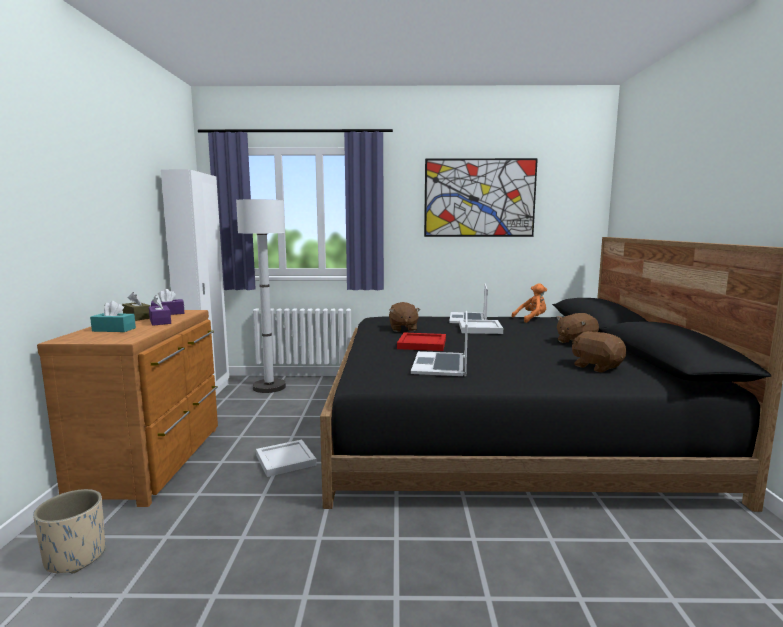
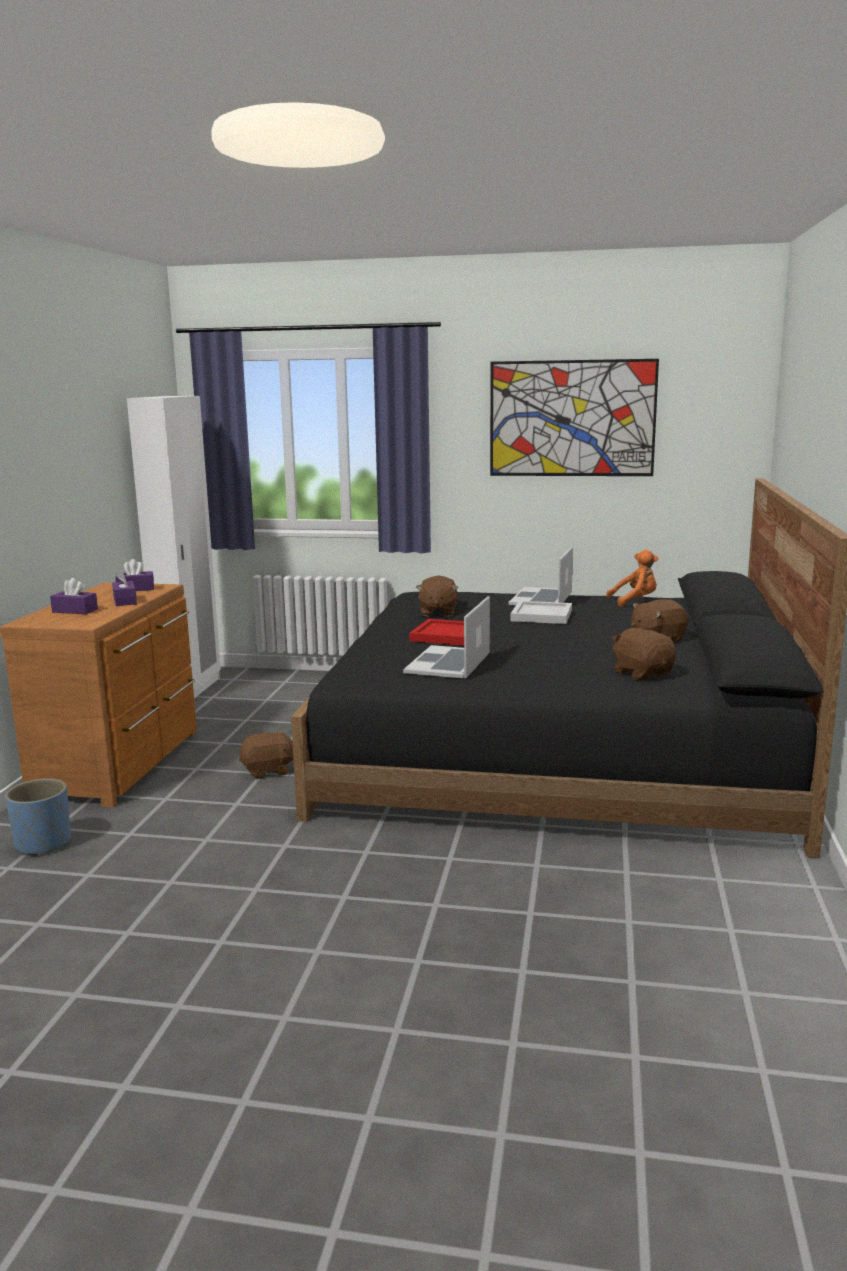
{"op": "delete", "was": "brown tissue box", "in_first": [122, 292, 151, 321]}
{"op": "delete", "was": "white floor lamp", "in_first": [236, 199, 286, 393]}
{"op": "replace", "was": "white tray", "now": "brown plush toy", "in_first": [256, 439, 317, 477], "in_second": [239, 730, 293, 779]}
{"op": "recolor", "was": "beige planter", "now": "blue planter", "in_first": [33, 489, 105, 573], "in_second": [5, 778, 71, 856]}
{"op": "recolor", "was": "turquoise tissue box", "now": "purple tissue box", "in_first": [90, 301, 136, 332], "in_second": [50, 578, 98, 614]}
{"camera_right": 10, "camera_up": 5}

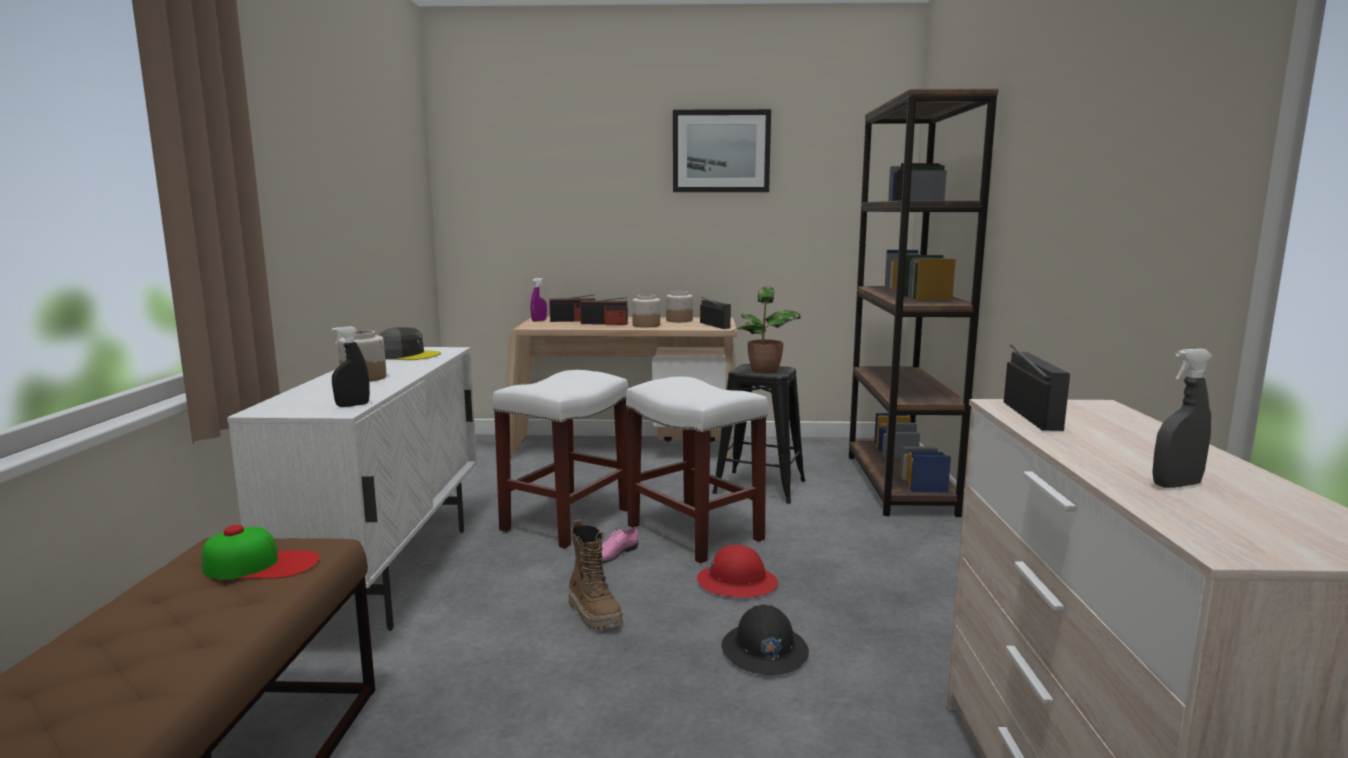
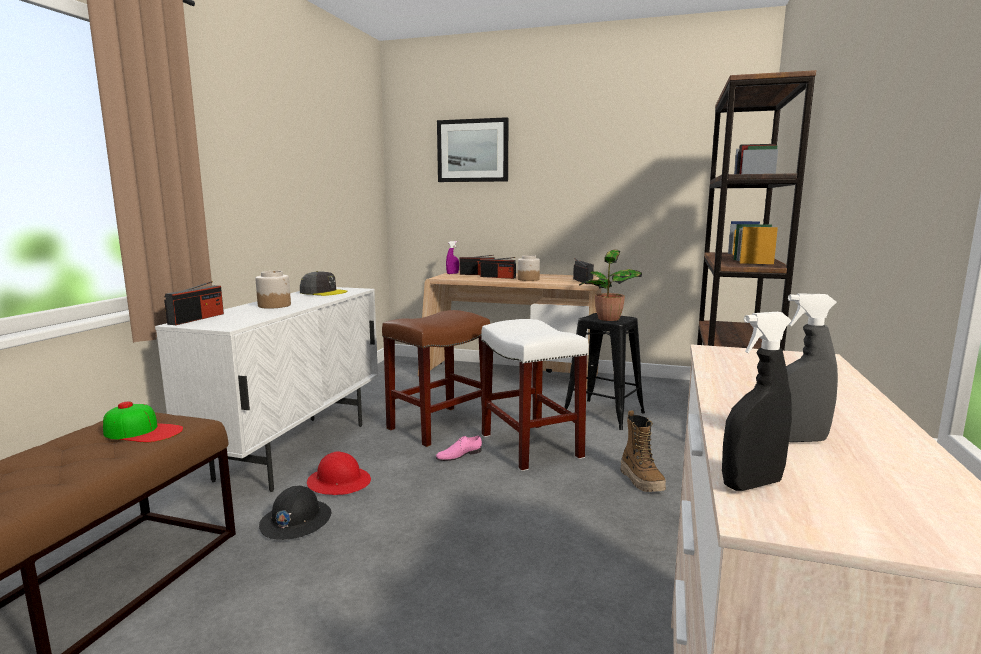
{"op": "delete", "was": "jar", "in_first": [666, 291, 693, 322]}
{"op": "move", "was": "black spray bottle", "in_first": [332, 326, 370, 407], "in_second": [722, 312, 792, 491]}
{"op": "move", "was": "boot", "in_first": [568, 519, 623, 630], "in_second": [621, 411, 666, 492]}
{"op": "move", "was": "picture", "in_first": [673, 109, 771, 192], "in_second": [437, 117, 509, 182]}
{"op": "move", "was": "red hard hat", "in_first": [697, 545, 778, 598], "in_second": [307, 451, 371, 495]}
{"op": "move", "was": "black hard hat", "in_first": [721, 604, 809, 675], "in_second": [259, 486, 332, 540]}
{"op": "move", "was": "radio", "in_first": [1004, 344, 1070, 431], "in_second": [164, 281, 224, 325]}
{"op": "recolor", "was": "white stool", "now": "brown stool", "in_first": [492, 370, 628, 549], "in_second": [382, 310, 490, 447]}
{"camera_right": 15, "camera_up": 0}

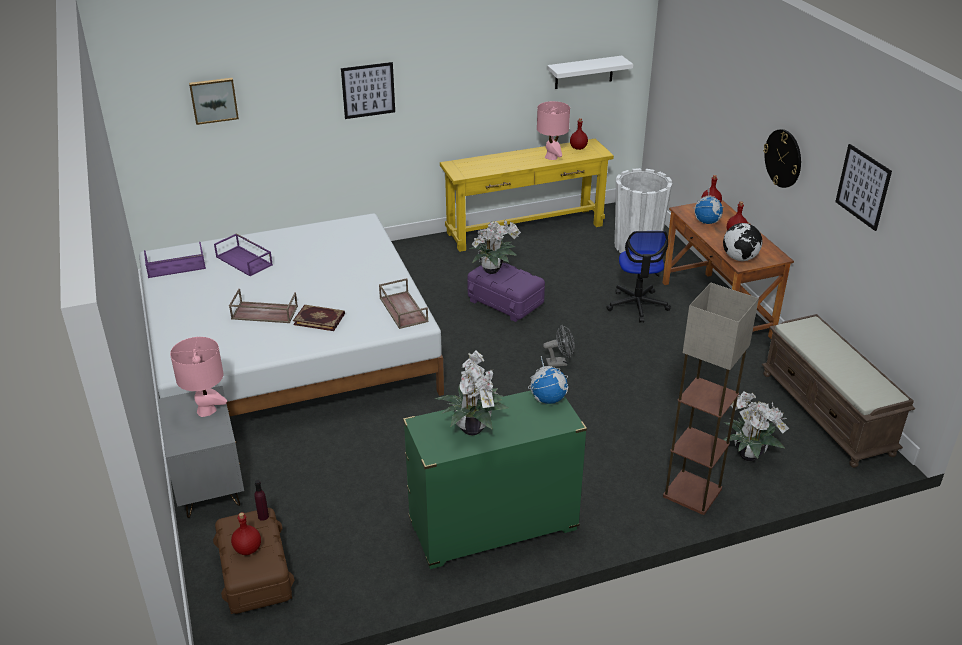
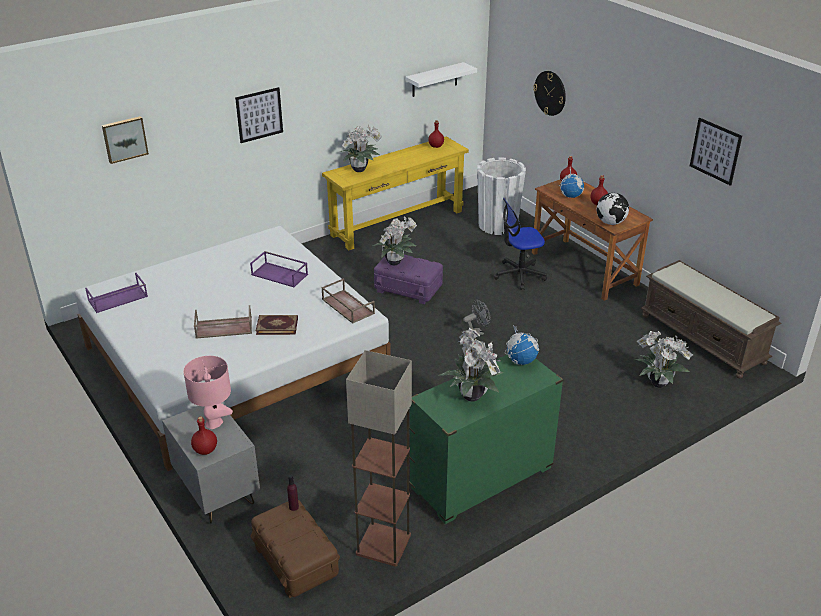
{"op": "delete", "was": "pink table lamp", "in_first": [537, 101, 570, 160]}
{"op": "insert", "now": "potted plant", "in_second": [340, 125, 382, 172]}
{"op": "move", "was": "purple tray", "in_first": [214, 233, 273, 276], "in_second": [250, 251, 308, 287]}
{"op": "move", "was": "red bottle", "in_first": [231, 512, 261, 555], "in_second": [191, 416, 217, 455]}
{"op": "move", "was": "floor lamp", "in_first": [663, 283, 759, 515], "in_second": [346, 350, 412, 567]}
{"op": "move", "was": "wall clock", "in_first": [763, 129, 801, 188], "in_second": [533, 71, 566, 116]}
{"op": "rotate", "was": "office chair", "in_first": [606, 231, 671, 322], "in_second": [494, 198, 547, 290], "clockwise": 90}
{"camera_right": -15, "camera_up": 0}

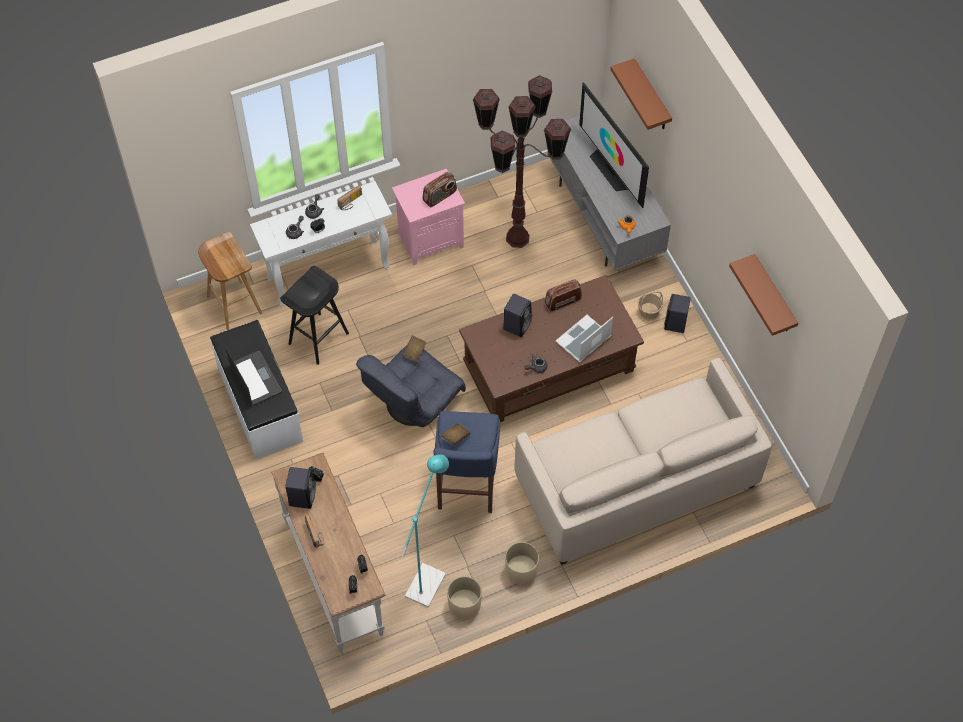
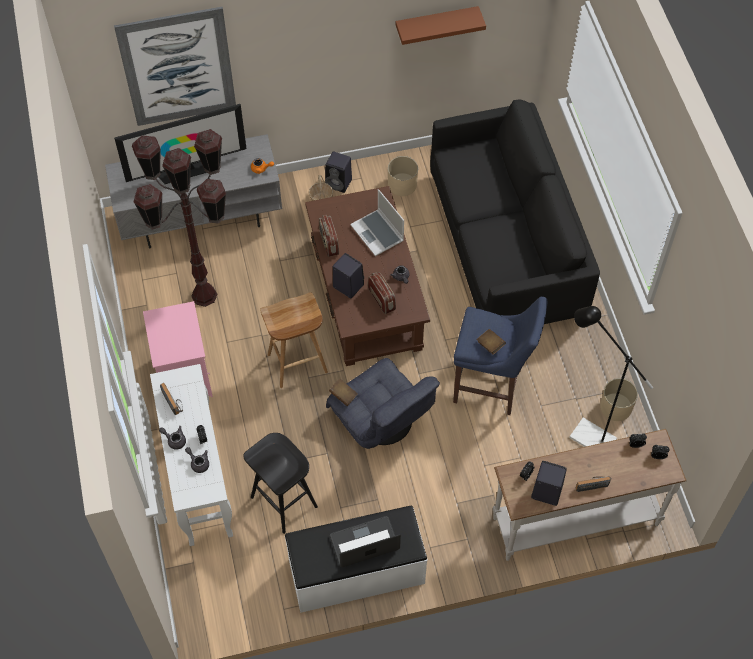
{"op": "move", "was": "brown stool", "in_first": [198, 232, 262, 330], "in_second": [260, 292, 328, 388]}
{"op": "move", "was": "radio", "in_first": [423, 172, 457, 207], "in_second": [368, 272, 396, 314]}
{"op": "move", "was": "beige planter", "in_first": [505, 542, 539, 584], "in_second": [388, 156, 418, 196]}
{"op": "replace", "was": "brown shelf", "now": "picture", "in_first": [611, 58, 672, 130], "in_second": [114, 7, 236, 126]}
{"op": "recolor", "was": "turquoise floor lamp", "now": "black floor lamp", "in_first": [401, 454, 449, 607], "in_second": [569, 306, 653, 447]}
{"op": "recolor", "was": "beige sofa", "now": "black sofa", "in_first": [514, 358, 772, 565], "in_second": [430, 99, 600, 324]}
{"camera_right": -80, "camera_up": 0}

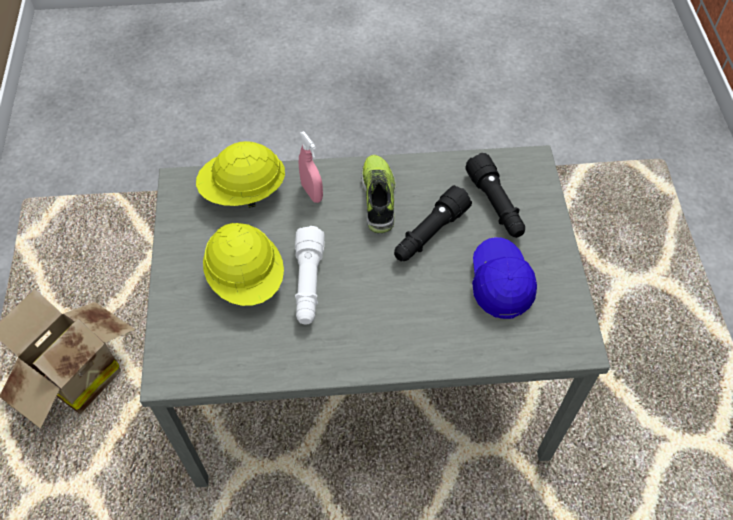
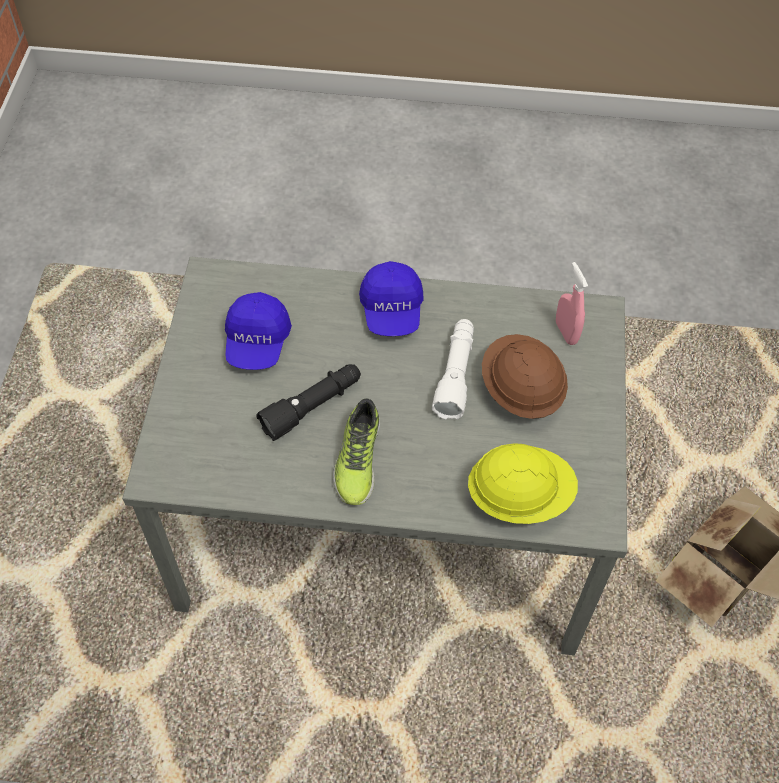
{"op": "delete", "was": "black flashlight", "in_first": [465, 153, 525, 238]}
{"op": "insert", "now": "blue cap", "in_second": [359, 261, 424, 336]}
{"op": "move", "was": "pink spray bottle", "in_first": [299, 131, 323, 203], "in_second": [556, 262, 588, 345]}
{"op": "recolor", "was": "yellow hard hat", "now": "brown hard hat", "in_first": [203, 223, 284, 306], "in_second": [482, 334, 568, 419]}
{"camera_right": -170, "camera_up": 0}

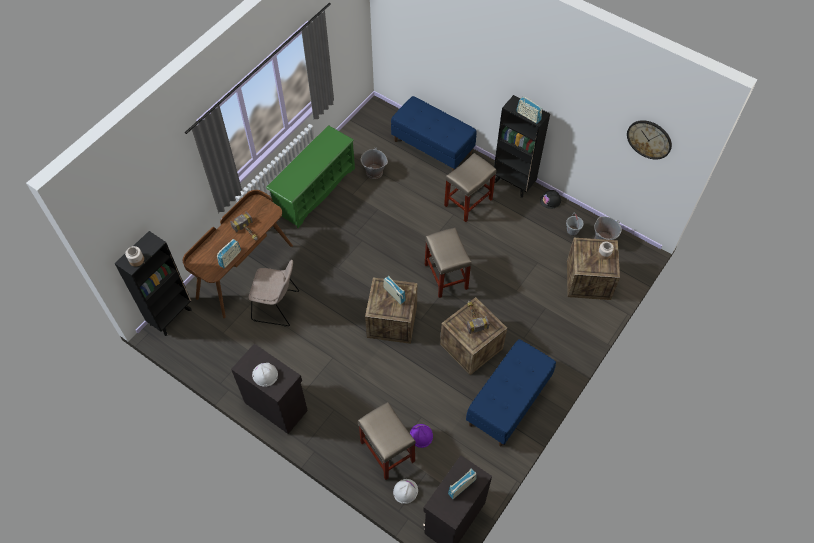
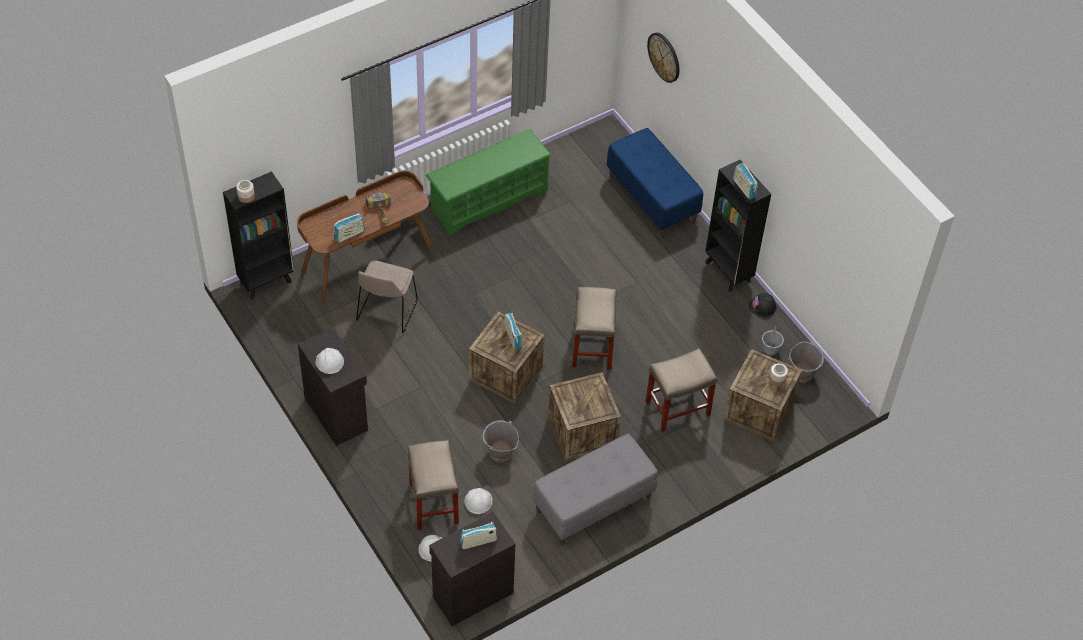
{"op": "delete", "was": "hammer", "in_first": [466, 301, 489, 334]}
{"op": "move", "was": "grey bucket", "in_first": [361, 149, 388, 179], "in_second": [483, 420, 519, 462]}
{"op": "move", "was": "beige stool", "in_first": [444, 153, 496, 222], "in_second": [645, 348, 717, 432]}
{"op": "move", "was": "wall clock", "in_first": [627, 120, 672, 159], "in_second": [647, 33, 679, 83]}
{"op": "recolor", "was": "purple hard hat", "now": "white hard hat", "in_first": [410, 424, 433, 448], "in_second": [465, 488, 493, 514]}
{"op": "recolor", "was": "blue bench", "now": "grey bench", "in_first": [466, 339, 556, 446], "in_second": [533, 434, 658, 545]}
{"op": "rotate", "was": "beige chair", "in_first": [249, 260, 299, 327], "in_second": [356, 260, 417, 333], "clockwise": 75}
{"camera_right": 20, "camera_up": -5}

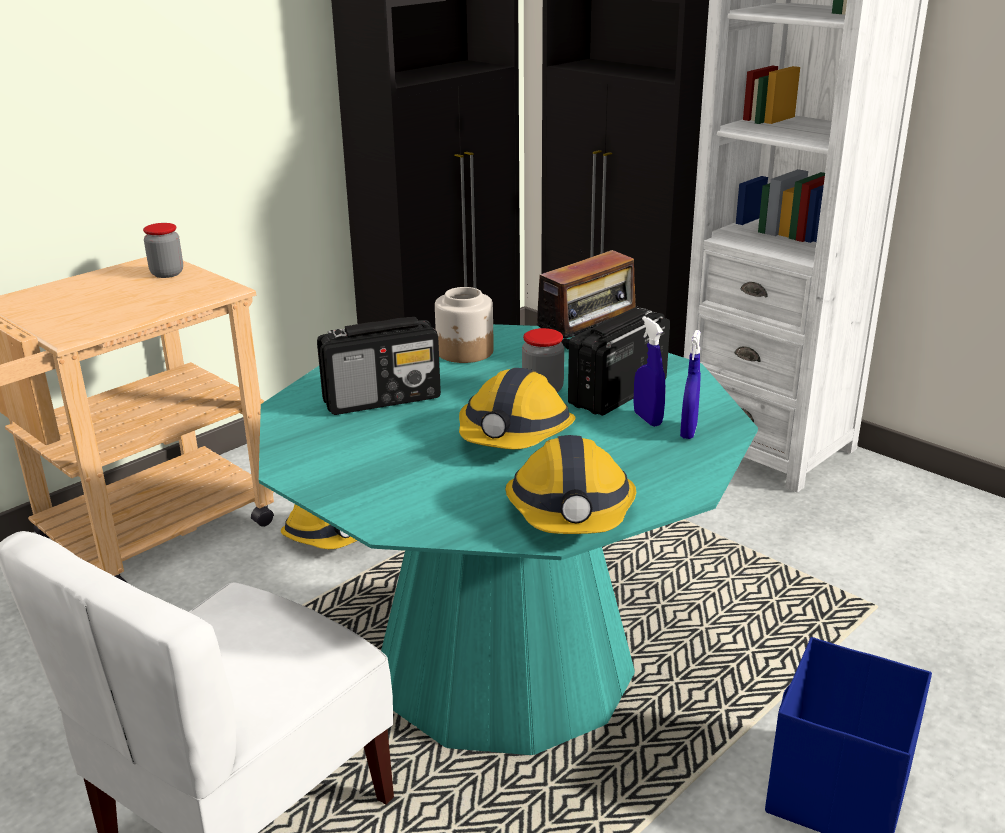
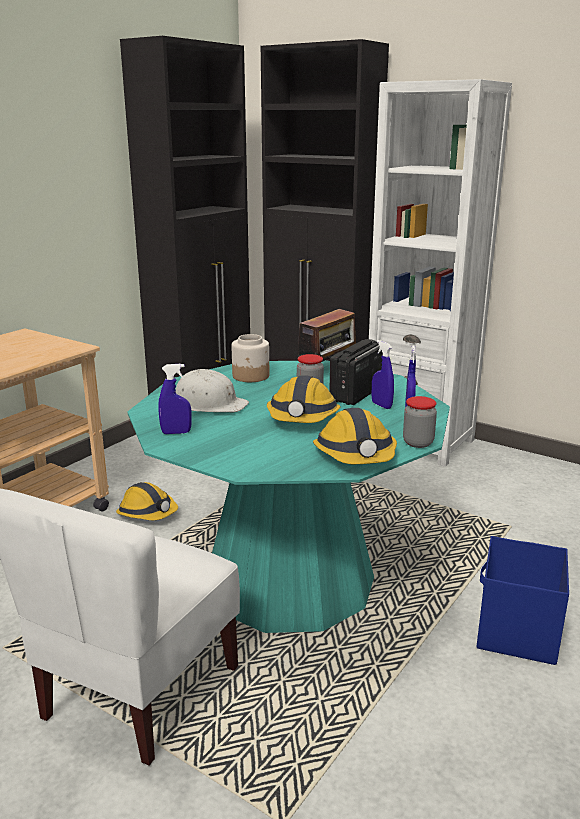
{"op": "insert", "now": "blue spray bottle", "in_second": [158, 364, 192, 434]}
{"op": "move", "was": "jar", "in_first": [143, 223, 183, 278], "in_second": [403, 396, 437, 448]}
{"op": "replace", "was": "radio", "now": "white hard hat", "in_first": [317, 317, 441, 415], "in_second": [176, 369, 249, 412]}
{"camera_right": -10, "camera_up": -5}

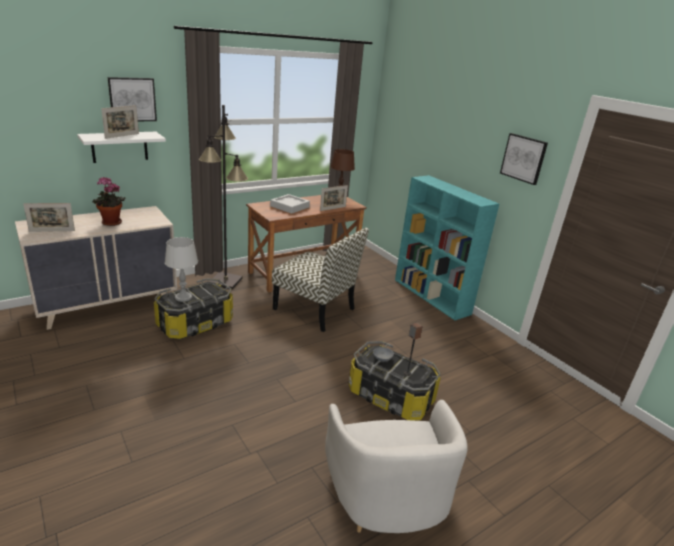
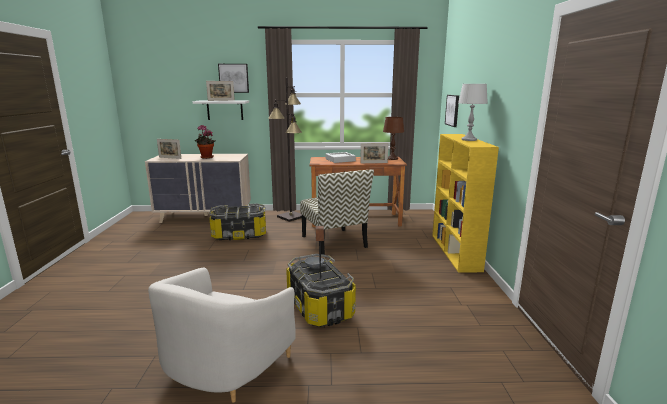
{"op": "move", "was": "grey table lamp", "in_first": [165, 237, 198, 302], "in_second": [458, 84, 488, 141]}
{"op": "move", "was": "picture", "in_first": [500, 133, 548, 185], "in_second": [445, 95, 459, 127]}
{"op": "recolor", "was": "turquoise bookcase", "now": "yellow bookcase", "in_first": [395, 175, 499, 320], "in_second": [432, 134, 499, 273]}
{"camera_right": 35, "camera_up": -10}

